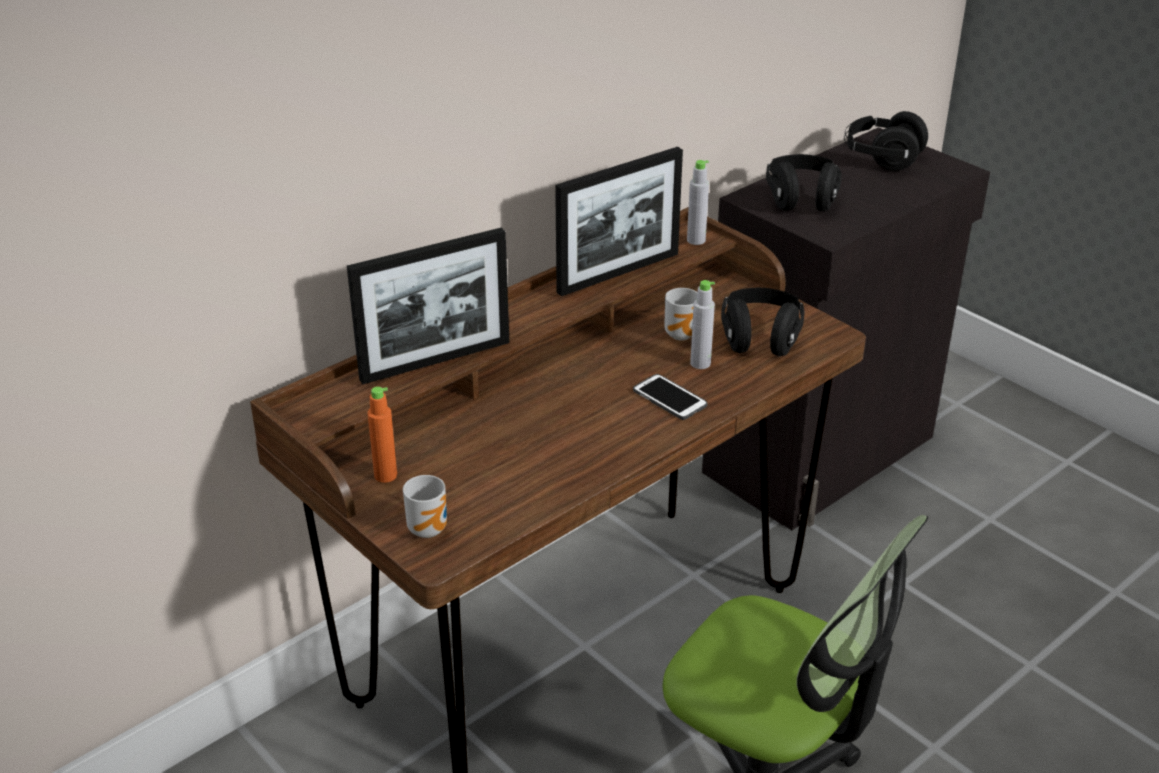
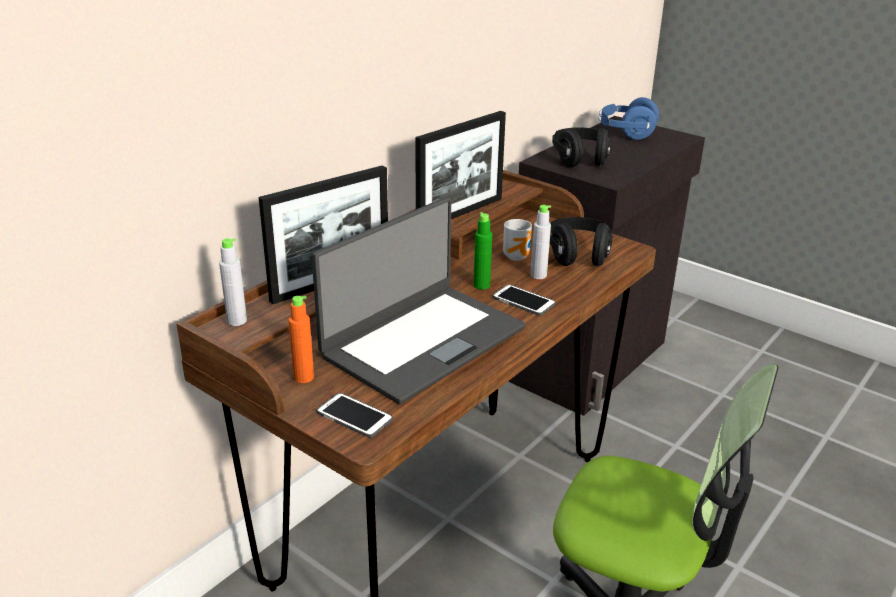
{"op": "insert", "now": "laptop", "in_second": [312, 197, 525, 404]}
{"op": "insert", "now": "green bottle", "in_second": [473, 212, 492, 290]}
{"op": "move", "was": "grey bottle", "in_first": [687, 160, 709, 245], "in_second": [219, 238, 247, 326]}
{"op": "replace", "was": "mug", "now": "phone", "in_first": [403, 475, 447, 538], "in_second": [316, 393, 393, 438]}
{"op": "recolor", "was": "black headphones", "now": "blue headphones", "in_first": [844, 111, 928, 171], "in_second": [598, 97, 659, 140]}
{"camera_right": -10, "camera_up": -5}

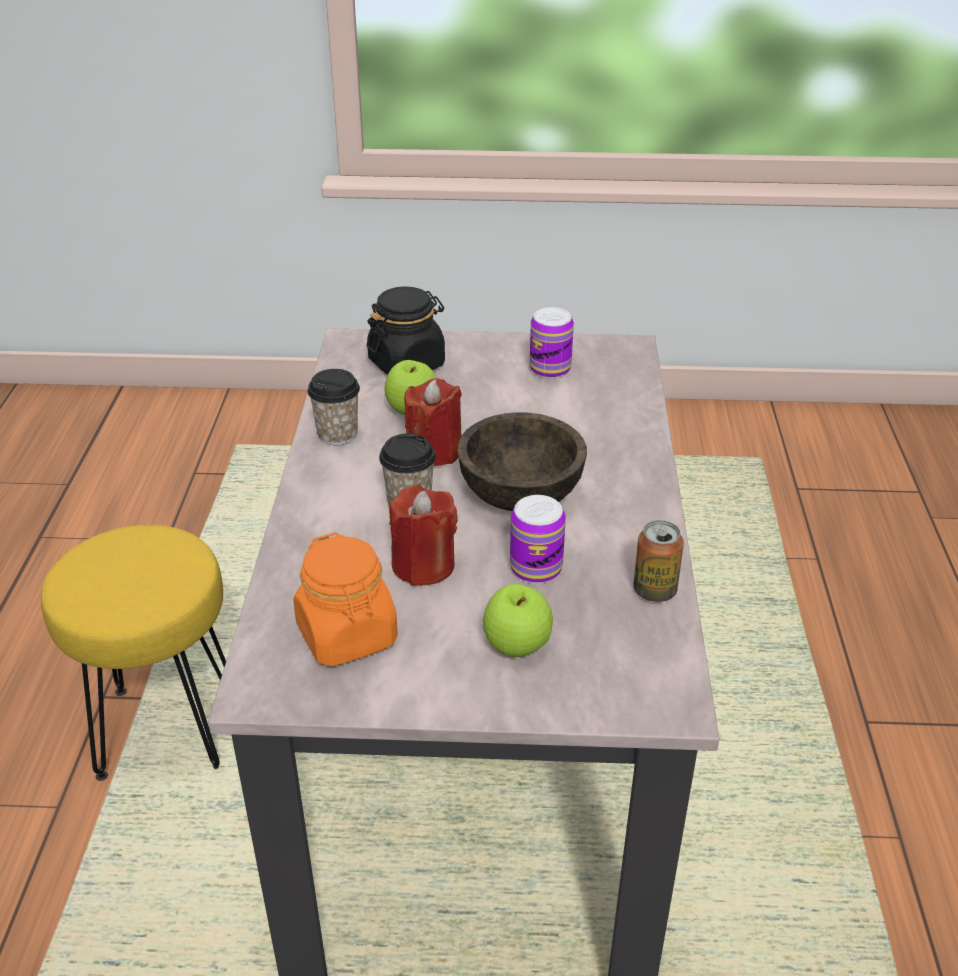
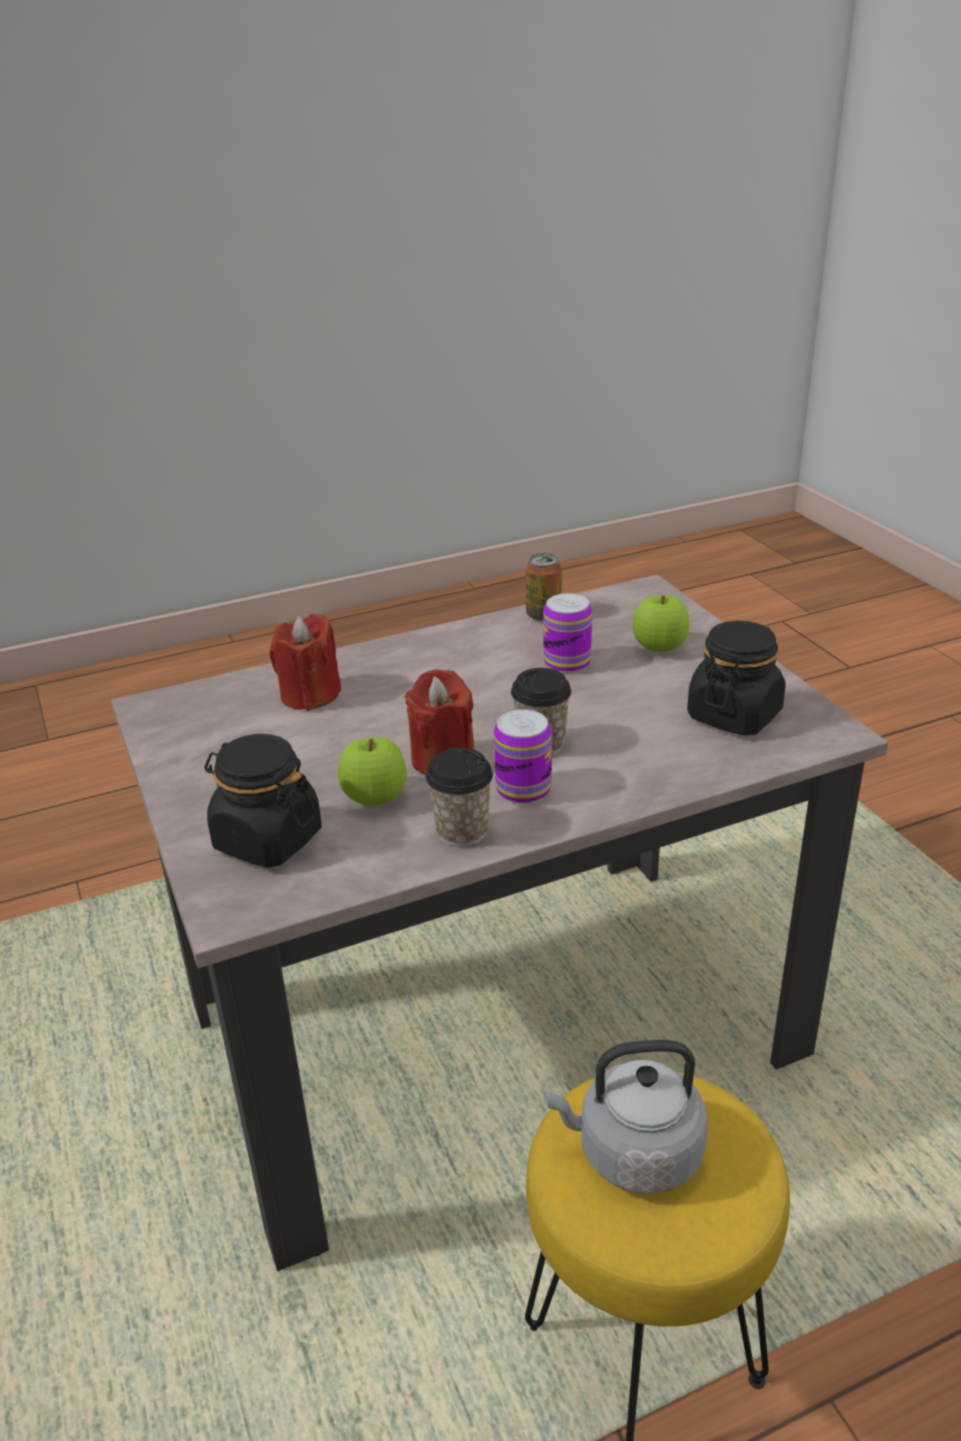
{"op": "delete", "was": "brown bowl", "in_first": [457, 412, 587, 511]}
{"op": "insert", "now": "grey kettle", "in_second": [544, 1040, 708, 1194]}
{"op": "move", "was": "red candle", "in_first": [389, 485, 458, 586], "in_second": [270, 614, 341, 711]}
{"op": "move", "was": "can", "in_first": [530, 307, 574, 378], "in_second": [494, 709, 552, 804]}
{"op": "recolor", "was": "orange jar", "now": "black jar", "in_first": [293, 532, 398, 667], "in_second": [687, 621, 786, 736]}
{"camera_right": -115, "camera_up": -5}

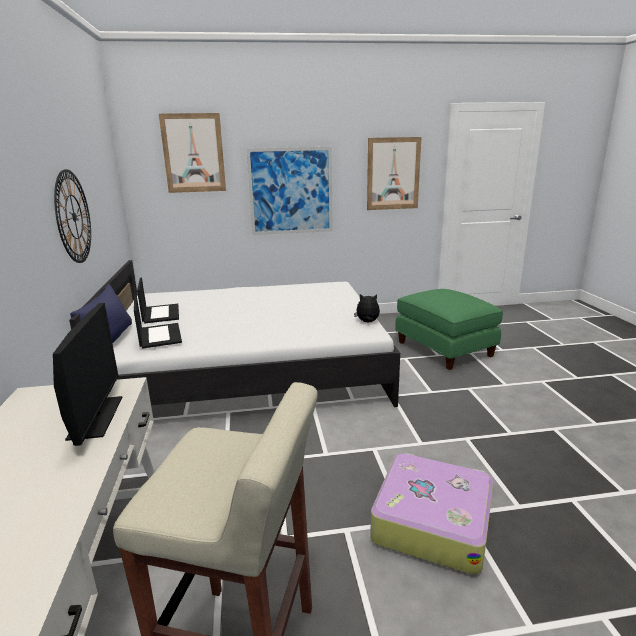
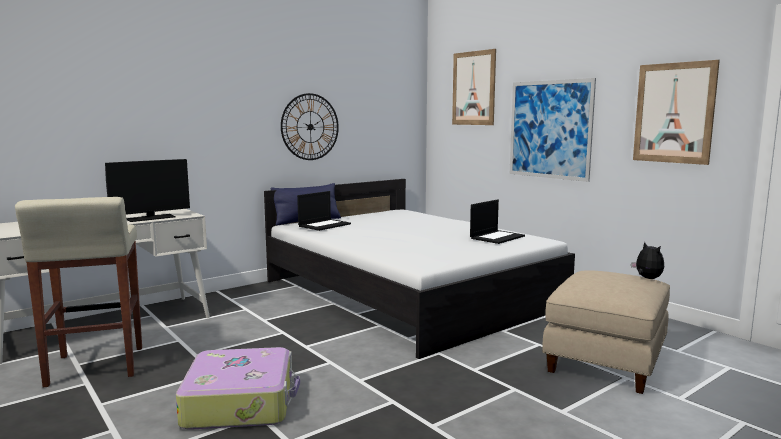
{"op": "move", "was": "laptop", "in_first": [137, 278, 179, 323], "in_second": [470, 199, 525, 244]}
{"op": "move", "was": "plush toy", "in_first": [354, 294, 380, 322], "in_second": [631, 242, 664, 279]}
{"op": "recolor", "was": "green ottoman", "now": "beige ottoman", "in_first": [395, 289, 503, 370], "in_second": [542, 270, 670, 394]}
{"camera_right": 60, "camera_up": -10}

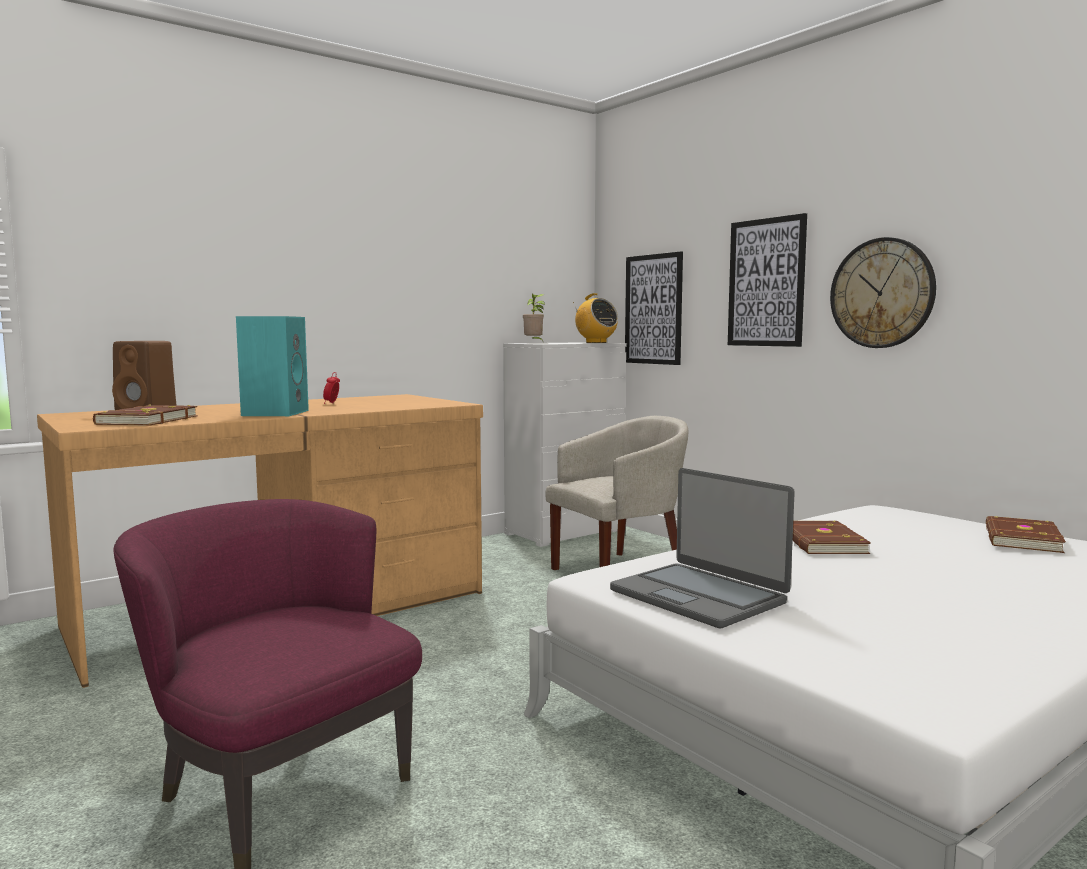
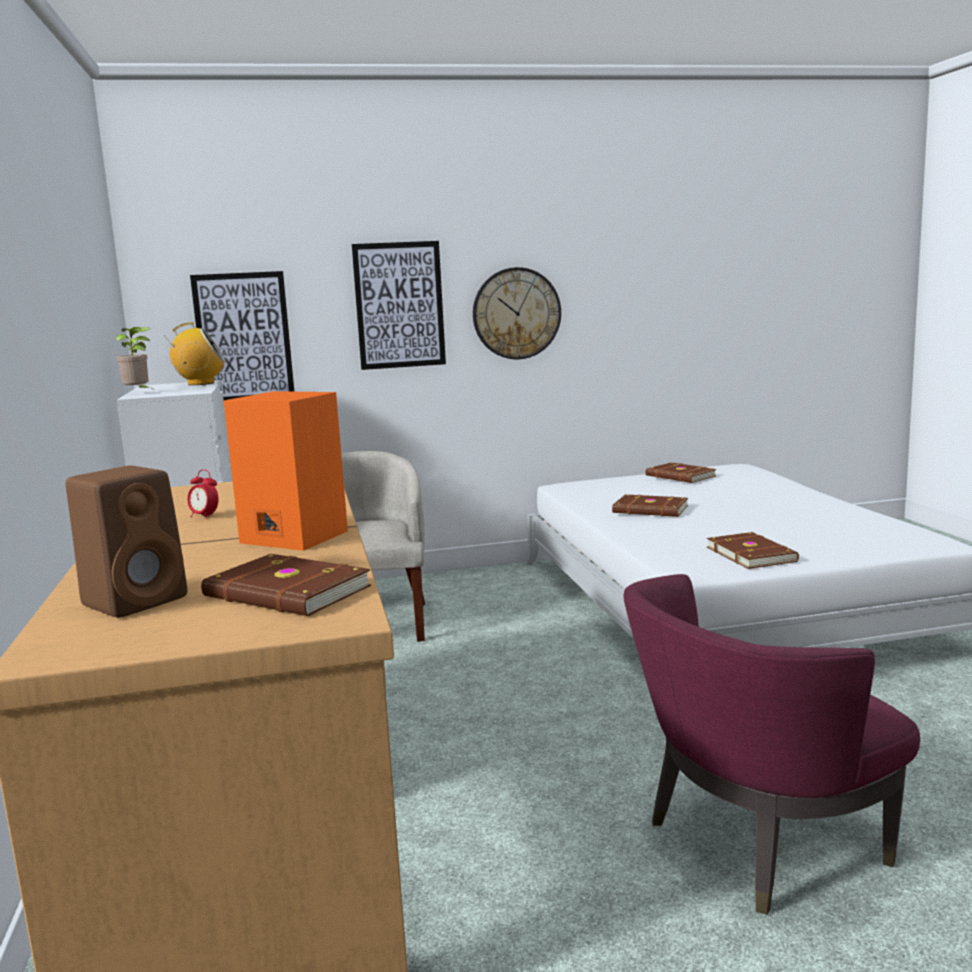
{"op": "replace", "was": "laptop", "now": "brown book", "in_first": [610, 468, 795, 628], "in_second": [707, 532, 799, 569]}
{"op": "recolor", "was": "turquoise speaker", "now": "orange speaker", "in_first": [236, 316, 309, 416], "in_second": [223, 391, 348, 551]}
{"camera_right": -65, "camera_up": 5}

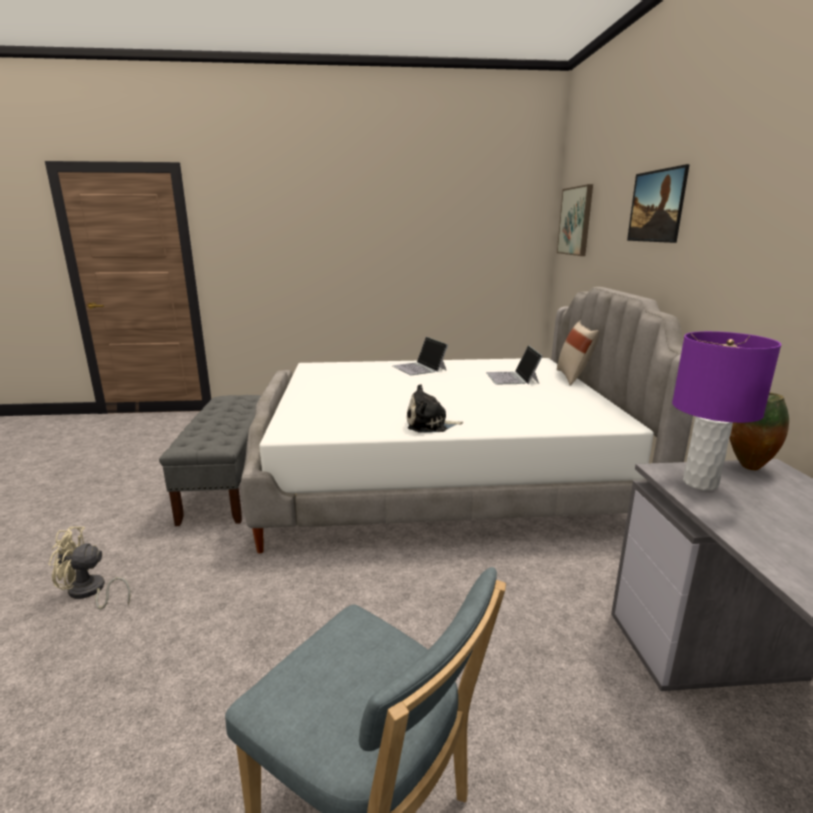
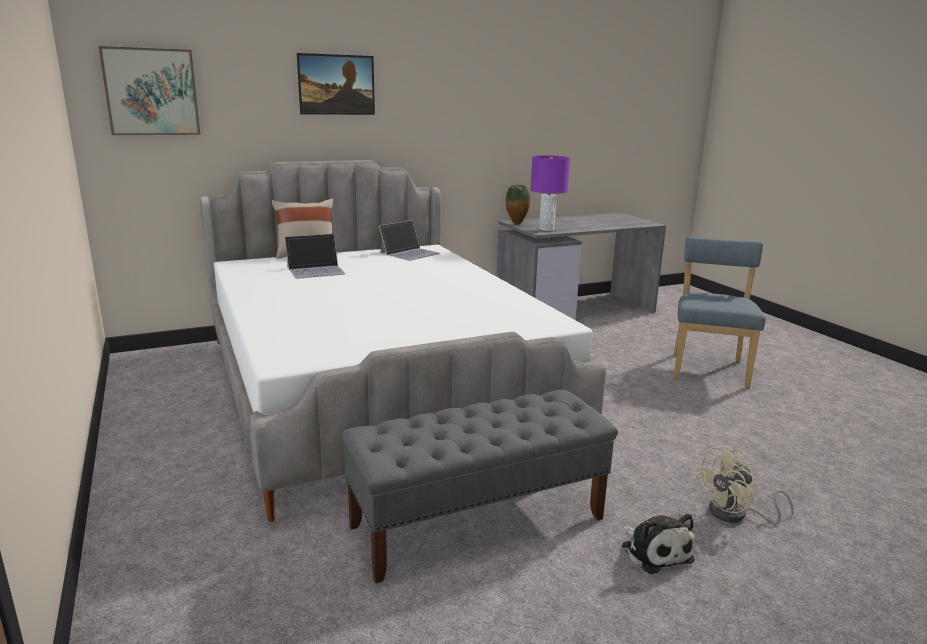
{"op": "move", "was": "laptop", "in_first": [393, 337, 448, 375], "in_second": [379, 220, 441, 261]}
{"op": "move", "was": "plush toy", "in_first": [407, 384, 463, 433], "in_second": [622, 514, 695, 574]}
{"op": "rotate", "was": "beige fan", "in_first": [49, 527, 131, 609], "in_second": [695, 446, 793, 525], "clockwise": 90}
{"camera_right": -110, "camera_up": 0}

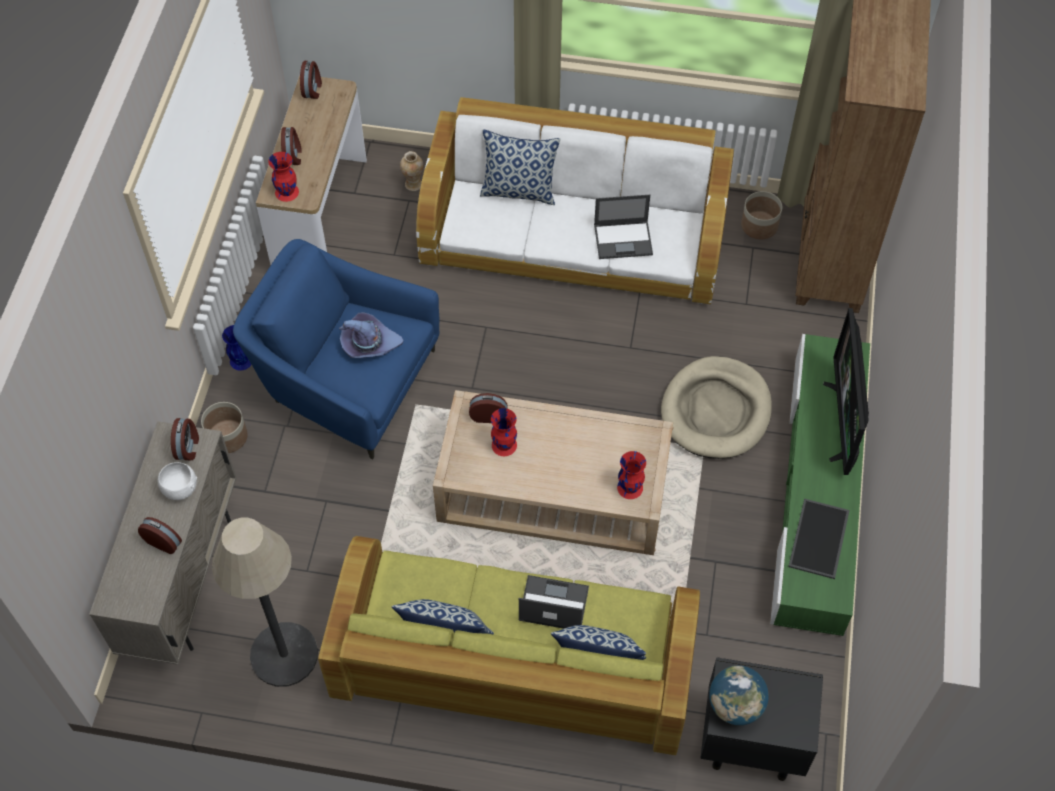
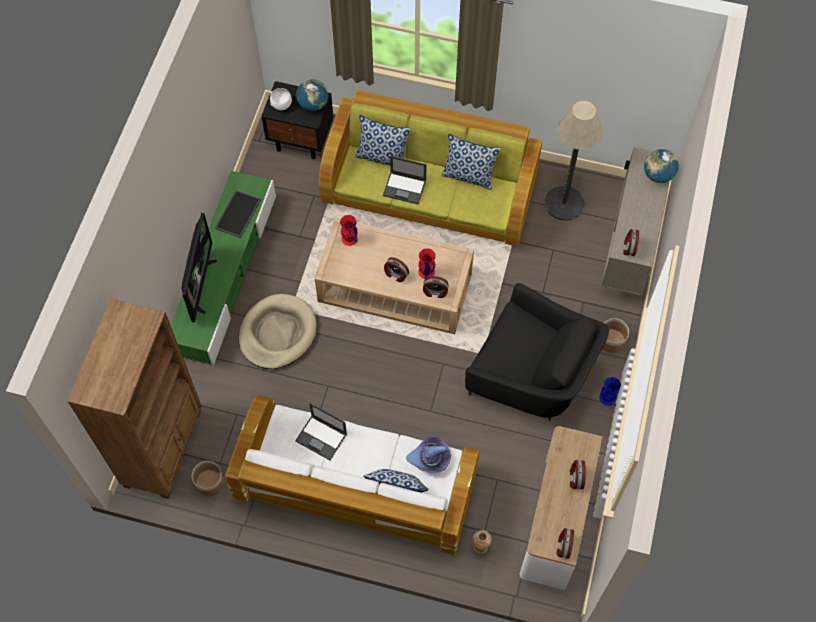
{"op": "delete", "was": "red vase", "in_first": [268, 152, 299, 202]}
{"op": "insert", "now": "globe", "in_second": [644, 149, 679, 183]}
{"op": "move", "was": "alarm clock", "in_first": [138, 517, 182, 554], "in_second": [384, 257, 409, 283]}
{"op": "move", "was": "white bowl", "in_first": [158, 462, 197, 500], "in_second": [270, 88, 292, 110]}
{"op": "move", "was": "purple hat", "in_first": [339, 312, 403, 358], "in_second": [406, 436, 451, 473]}
{"op": "recolor", "was": "blue armchair", "now": "black armchair", "in_first": [233, 239, 439, 459], "in_second": [465, 283, 609, 421]}
{"op": "rotate", "was": "laptop", "in_first": [594, 195, 653, 259], "in_second": [295, 403, 347, 460], "clockwise": -150}
{"camera_right": -175, "camera_up": 5}

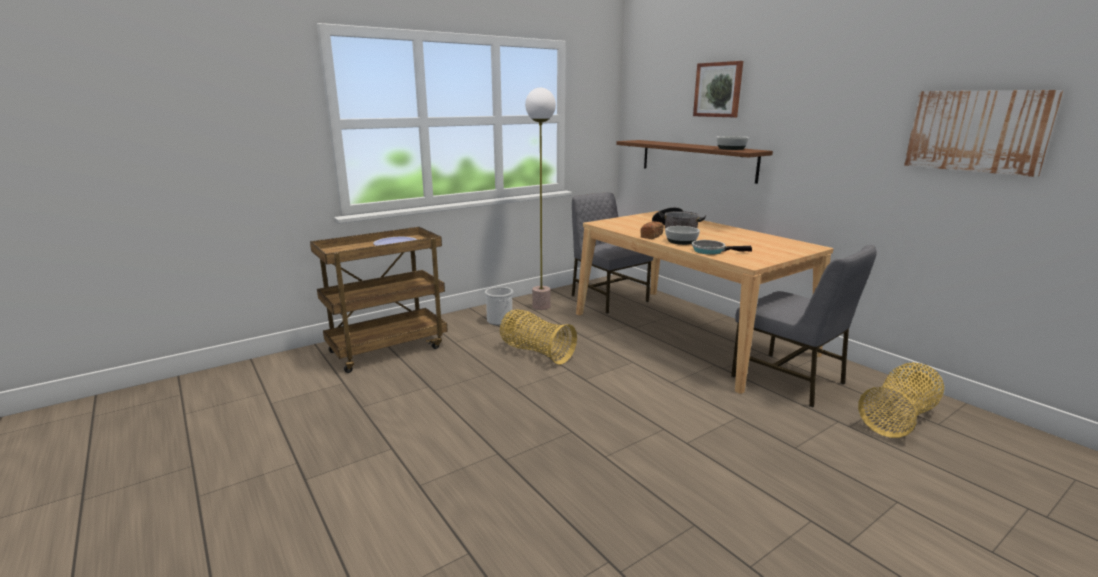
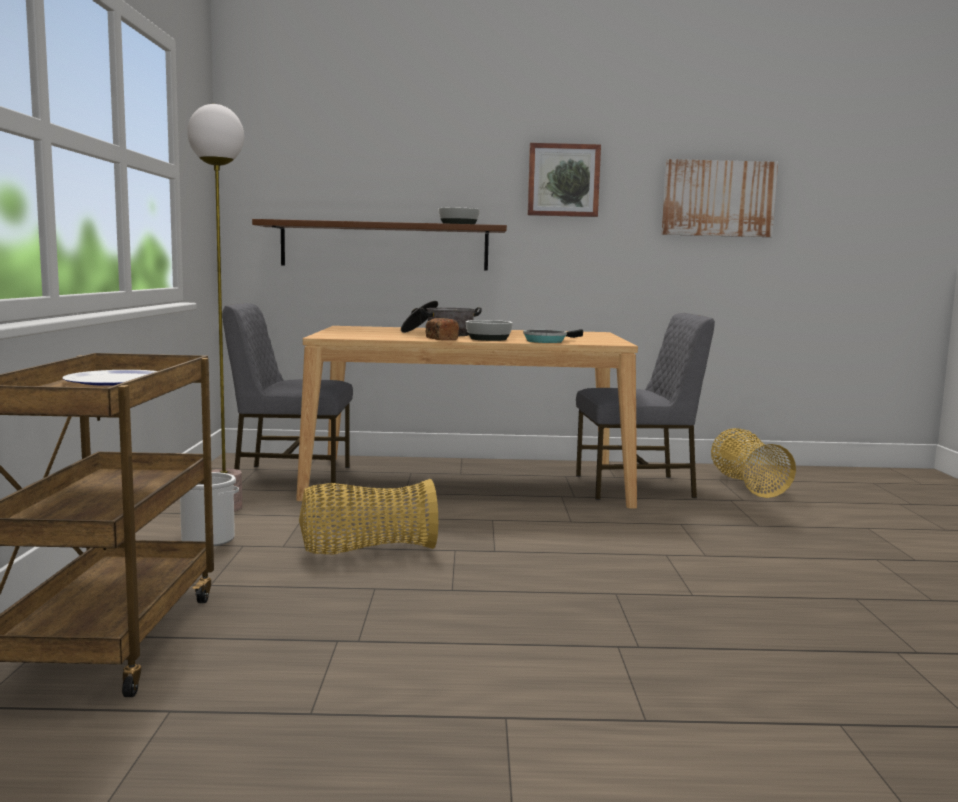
{"op": "move", "was": "picture", "in_first": [693, 61, 743, 117], "in_second": [528, 143, 601, 217]}
{"camera_right": -55, "camera_up": -10}

